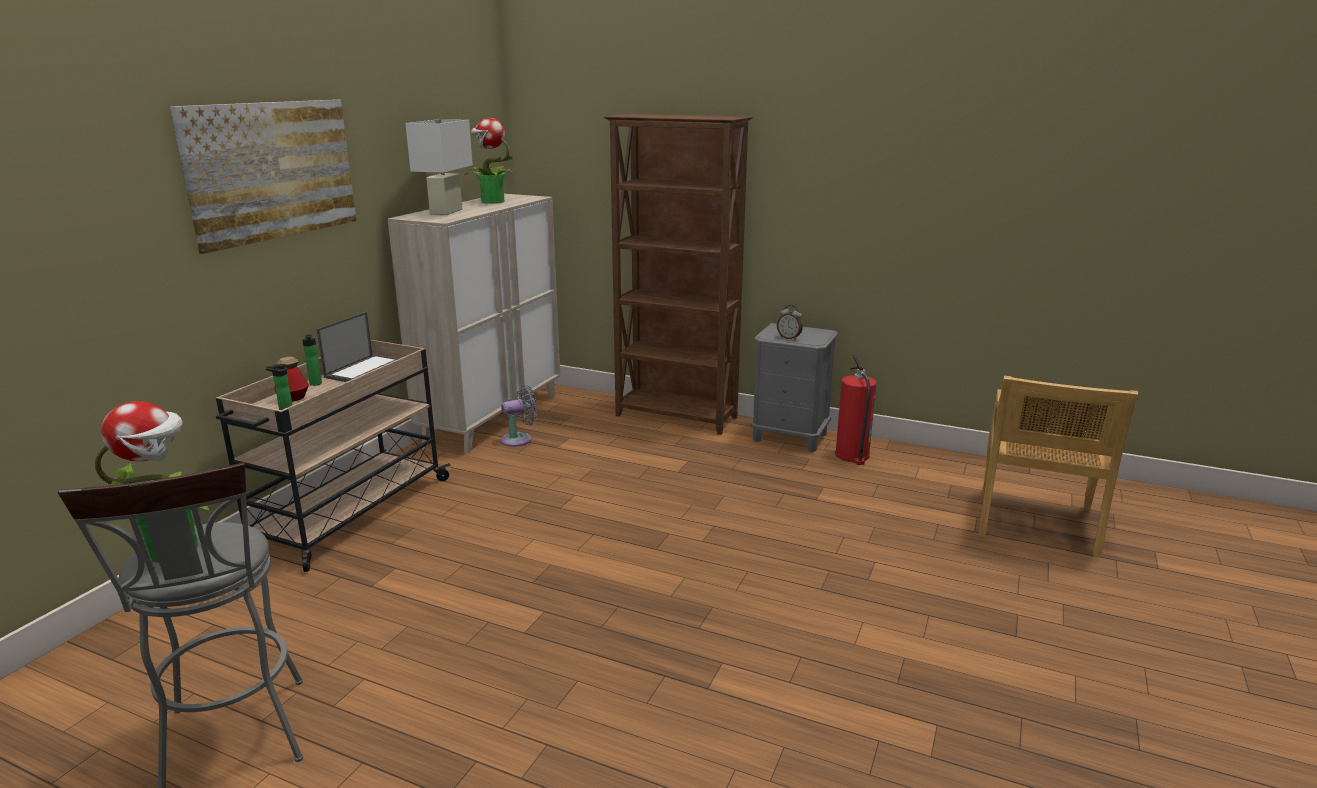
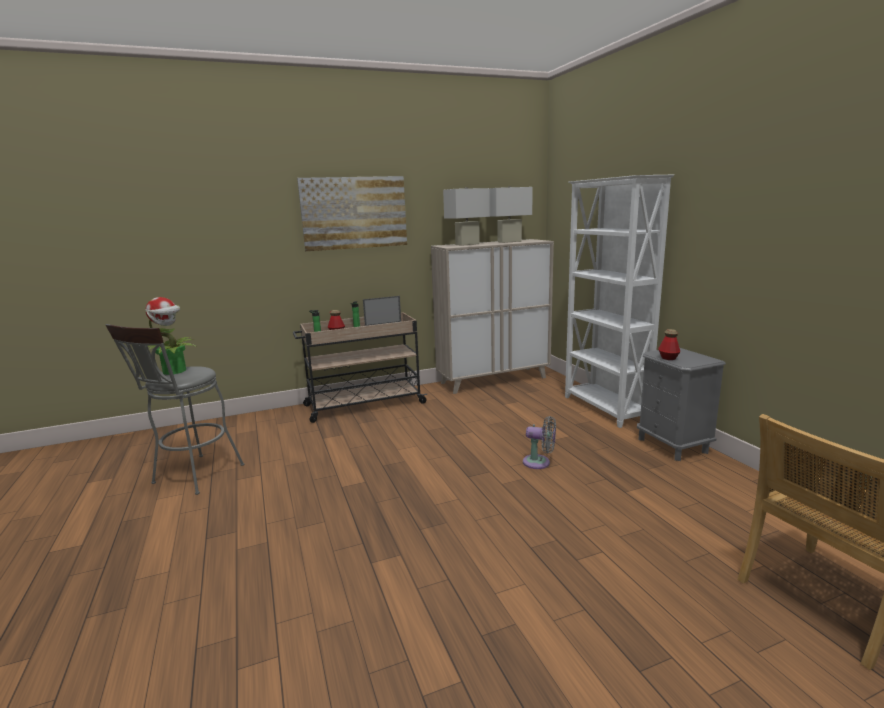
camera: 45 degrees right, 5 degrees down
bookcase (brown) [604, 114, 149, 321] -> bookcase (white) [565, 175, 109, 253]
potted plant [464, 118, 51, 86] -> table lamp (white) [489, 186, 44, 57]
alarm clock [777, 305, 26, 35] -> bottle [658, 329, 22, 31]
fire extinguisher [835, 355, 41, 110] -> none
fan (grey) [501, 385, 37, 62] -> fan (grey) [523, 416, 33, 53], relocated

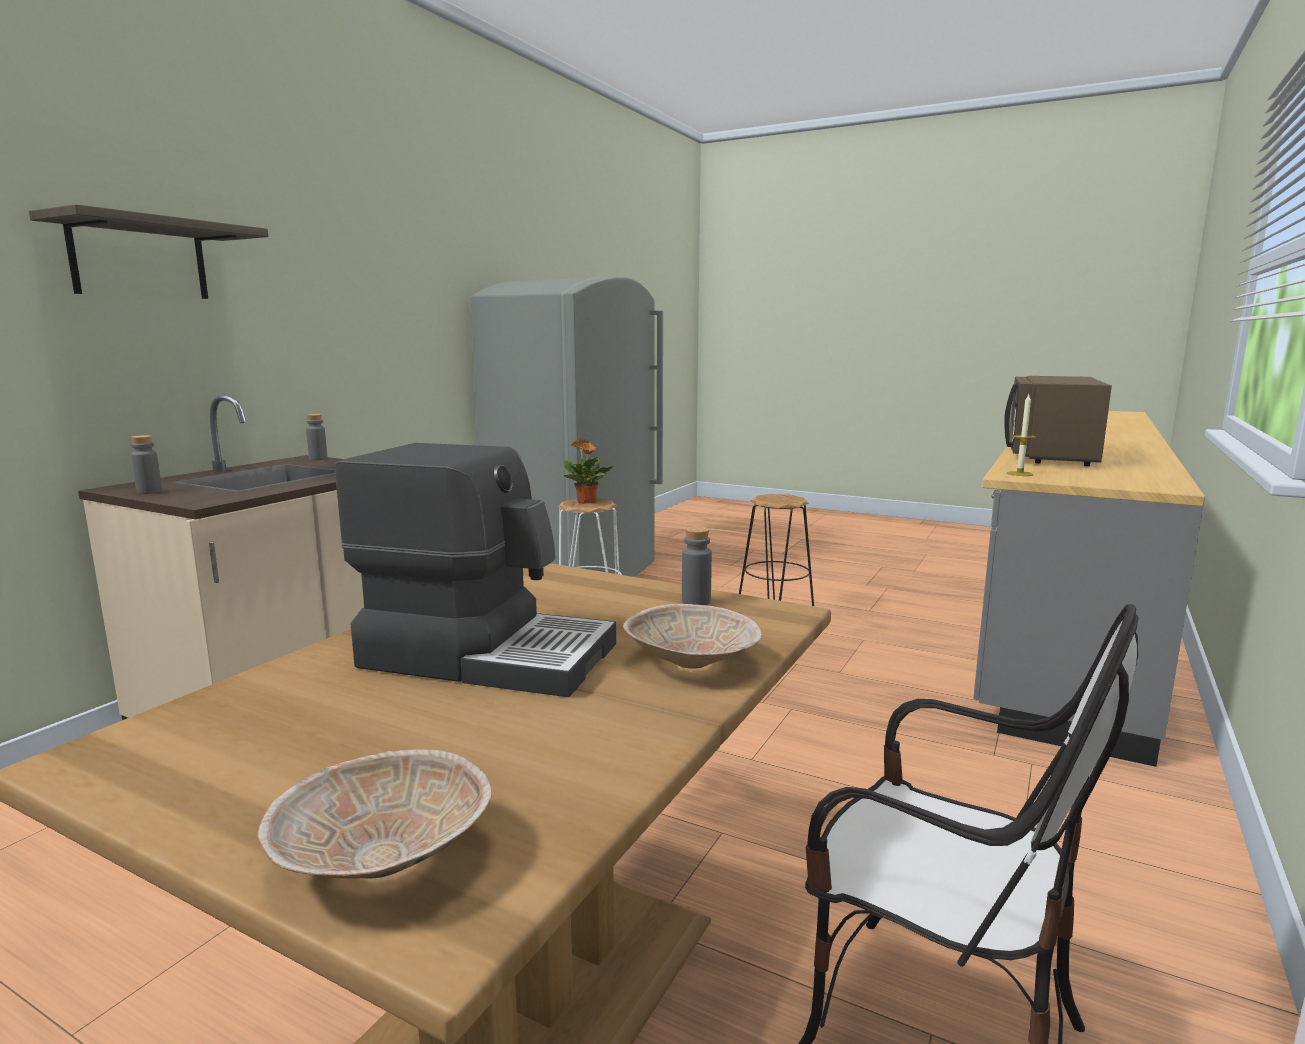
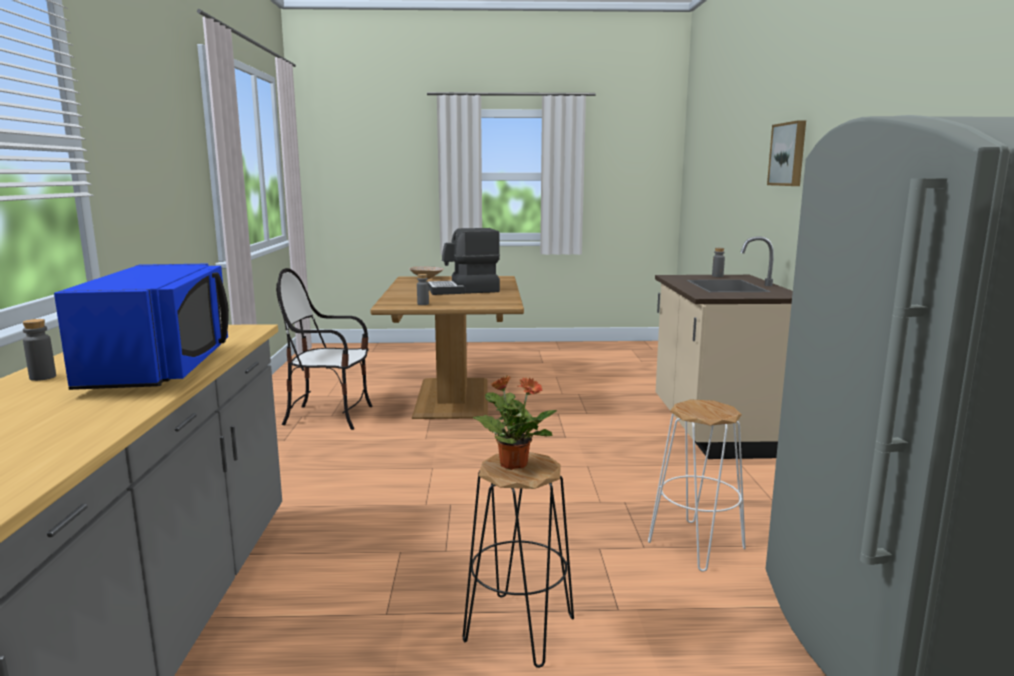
camera: 150 degrees right, 0 degrees up
shelf [29, 204, 239, 95] -> picture [767, 120, 39, 66]
microwave (brown) [1004, 376, 108, 90] -> microwave (blue) [54, 264, 175, 126]
candle [1007, 394, 29, 82] -> none
bottle (grey) [306, 414, 22, 46] -> bottle (grey) [22, 319, 34, 62], relocated
potted plant [563, 439, 51, 65] -> potted plant [473, 375, 84, 95], relocated
bowl (beige) [623, 604, 139, 65] -> none

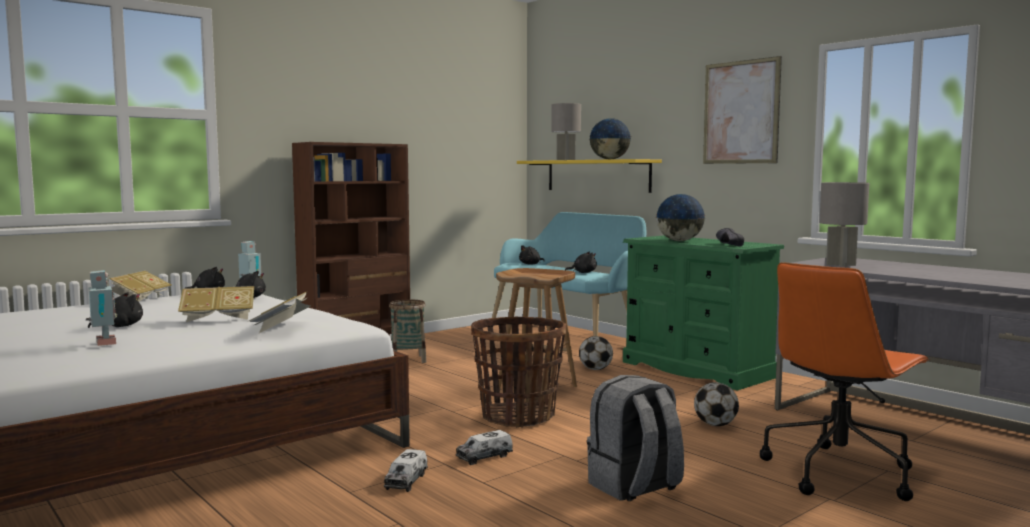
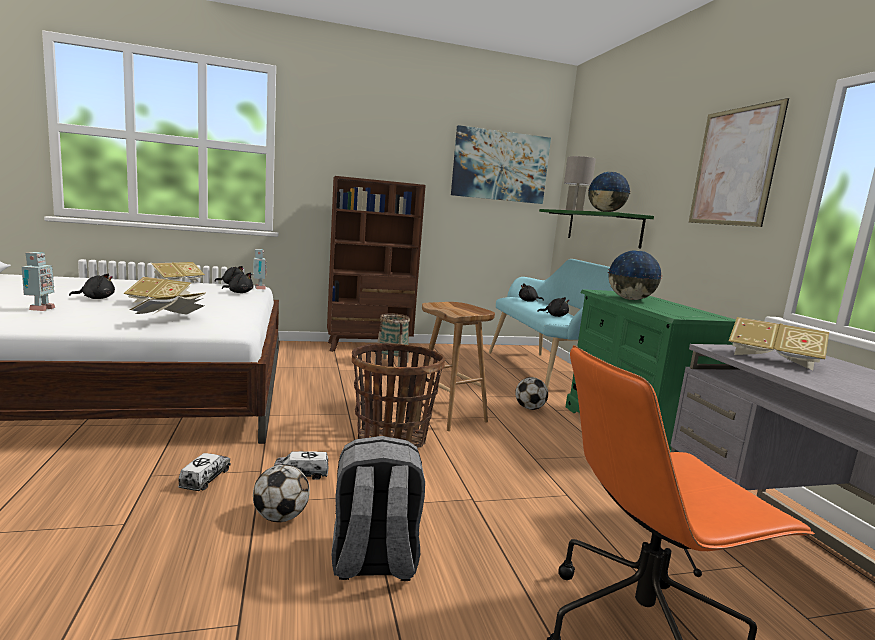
camera: 25 degrees right, 5 degrees up
shelf (yellow) [517, 159, 145, 34] -> shelf (green) [539, 209, 115, 39]
table lamp (grey) [819, 182, 50, 85] -> book [729, 317, 100, 53]
shoe (black) [716, 228, 28, 19] -> none
football [694, 382, 45, 44] -> football [253, 464, 57, 58], relocated
toy truck [384, 449, 44, 43] -> toy truck [178, 453, 53, 38], 150 degrees clockwise
none -> picture [451, 125, 100, 79]

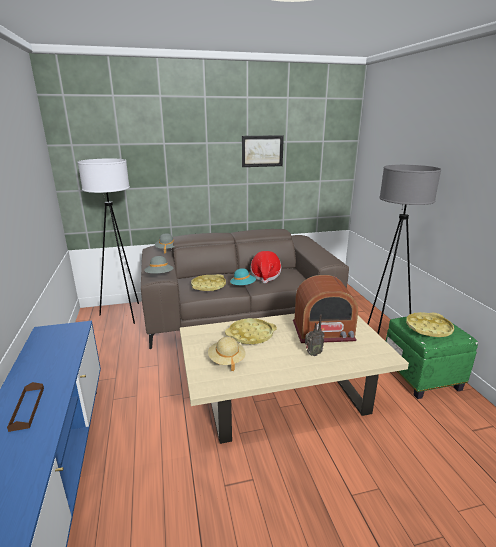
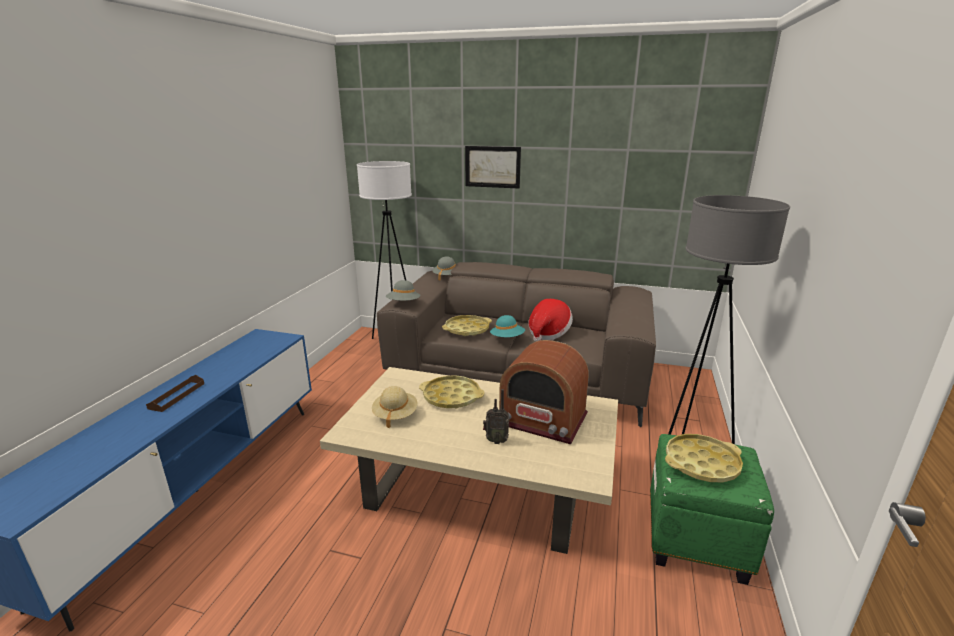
camera: 30 degrees right, 0 degrees up
picture [242, 135, 42, 32] -> picture [465, 146, 56, 43], relocated

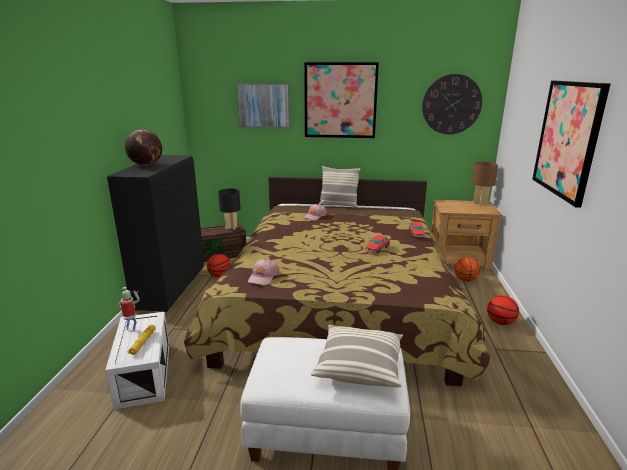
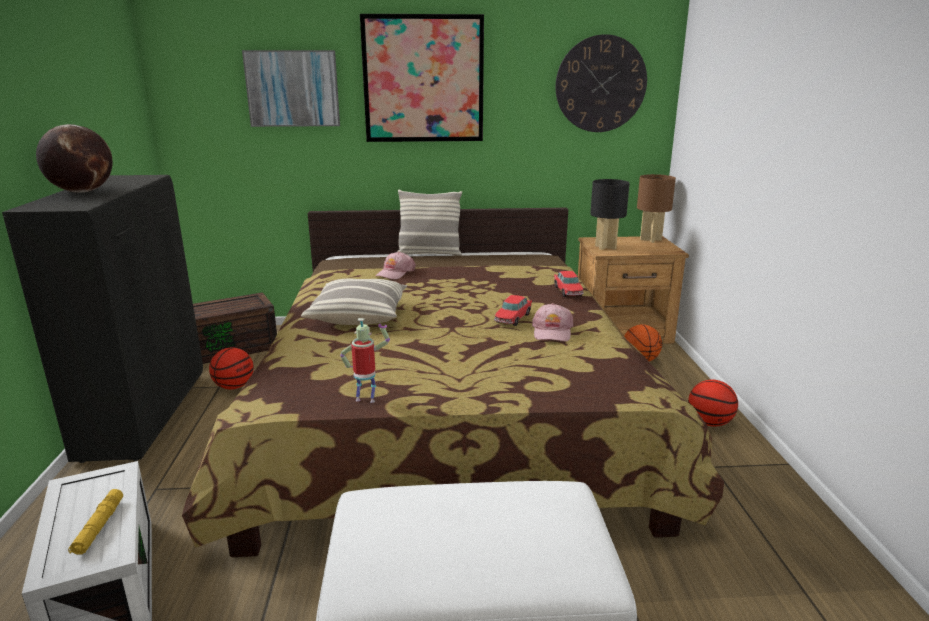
camera: 10 degrees left, 0 degrees up
picture [532, 81, 78, 127] -> none
table lamp (black) [218, 188, 23, 42] -> table lamp (black) [590, 179, 40, 71], relocated
cap (pink) [248, 259, 31, 26] -> cap (pink) [532, 303, 41, 38], relocated
toy robot [118, 287, 22, 45] -> toy robot [340, 318, 50, 85], relocated
pillow [311, 325, 92, 62] -> pillow [301, 279, 106, 46], relocated

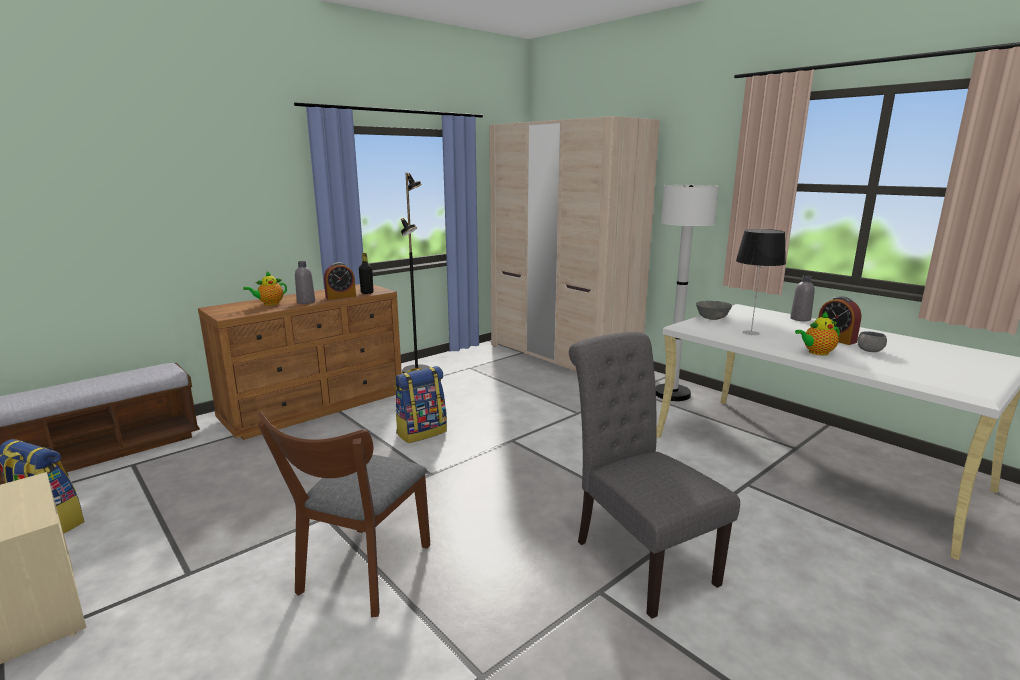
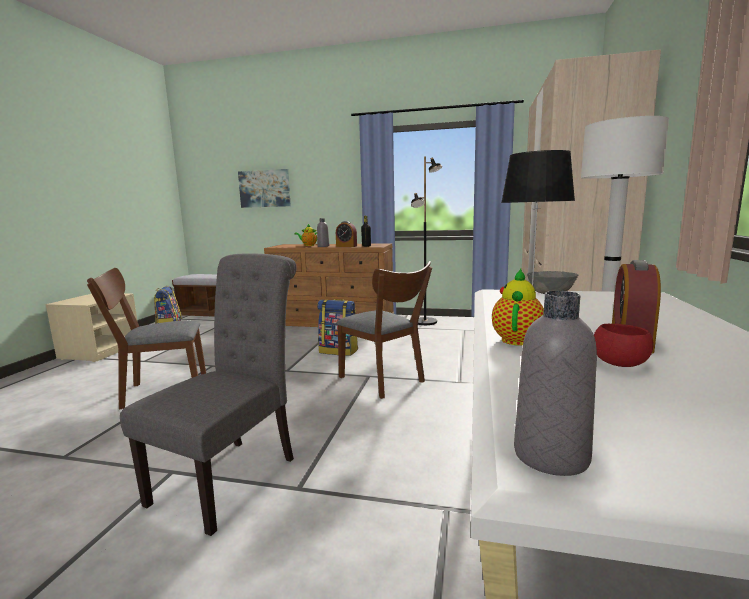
camera: 55 degrees right, 5 degrees down
bottle (grey) [790, 275, 25, 46] -> bottle (grey) [514, 291, 83, 185], relocated
teapot [795, 312, 45, 43] -> teapot [492, 269, 52, 77], 75 degrees clockwise
bowl (grey) [857, 331, 30, 21] -> bowl (red) [594, 324, 59, 43]
none -> picture [238, 169, 53, 39]
none -> chair (brown) [336, 261, 96, 138]

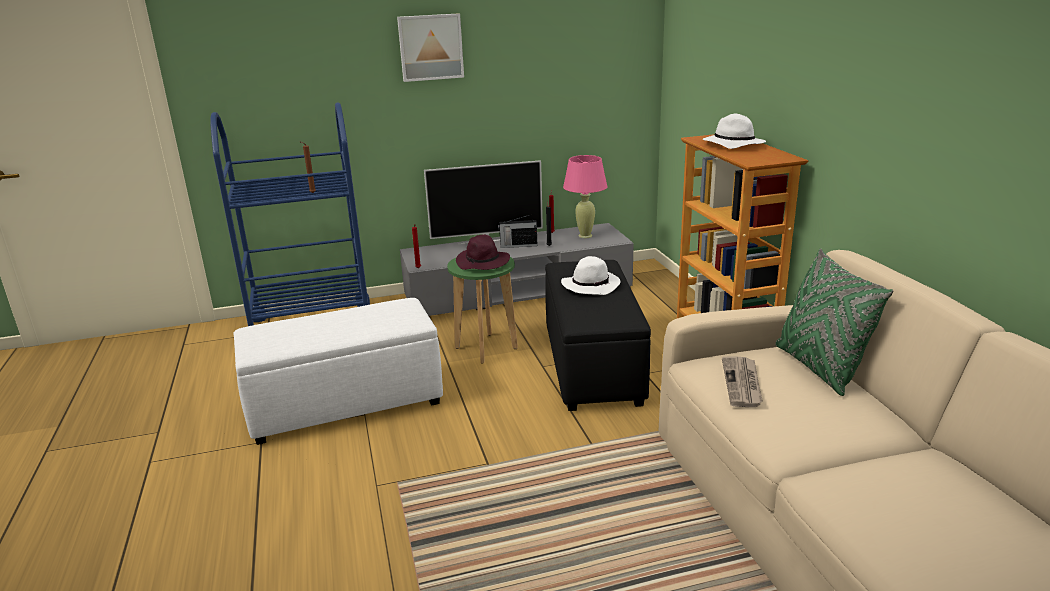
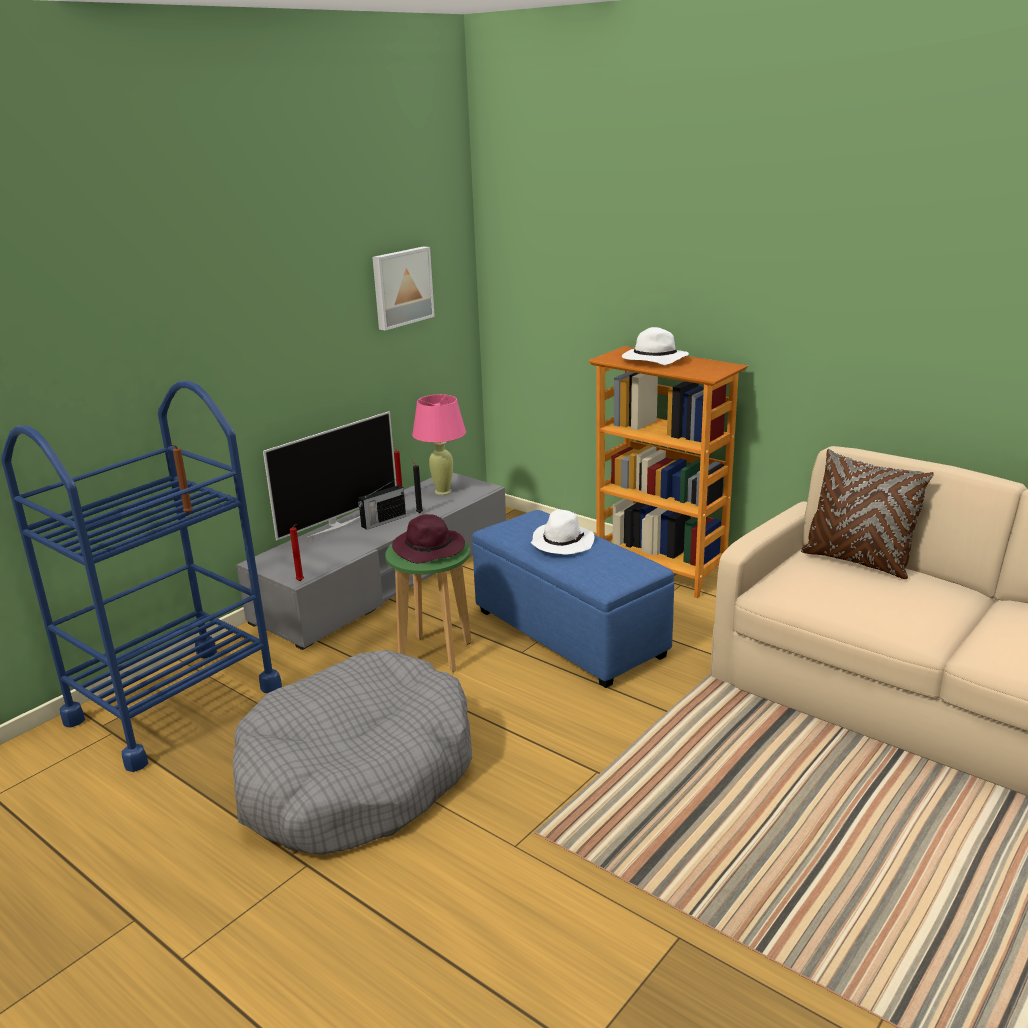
camera: 35 degrees left, 0 degrees up
picture [397, 13, 67, 69] -> picture [372, 246, 63, 85], relocated
pillow (green) [775, 248, 118, 148] -> pillow (brown) [801, 449, 133, 130]
ottoman (black) [545, 260, 106, 151] -> ottoman (blue) [472, 510, 202, 178]
ottoman (white) [234, 298, 209, 147] -> dog bed (grey) [233, 650, 239, 205]
newspaper [722, 356, 41, 51] -> none

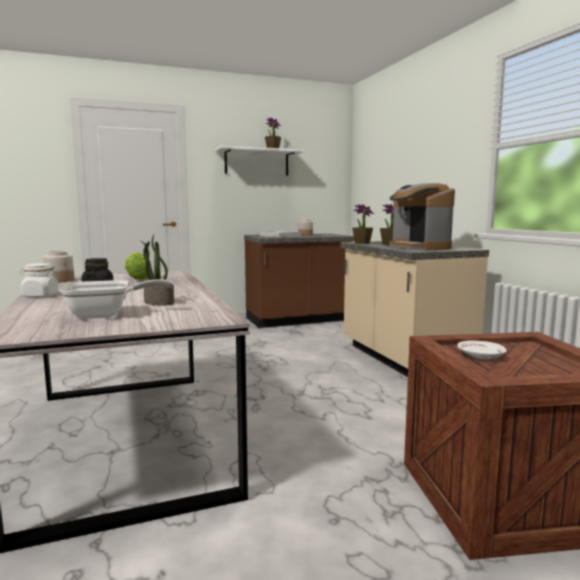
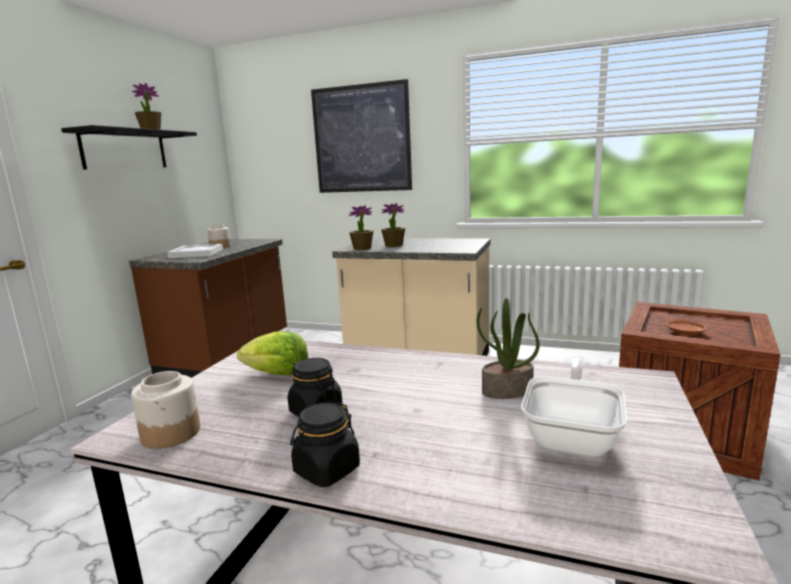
camera: 50 degrees left, 5 degrees up
shelf (white) [215, 146, 90, 29] -> shelf (black) [61, 125, 136, 44]
coffee machine [389, 183, 66, 67] -> none
jar (white) [19, 263, 39, 35] -> jar (black) [290, 402, 70, 85]
plate (white) [457, 340, 50, 19] -> plate (brown) [665, 319, 43, 16]
none -> picture [311, 79, 101, 114]

